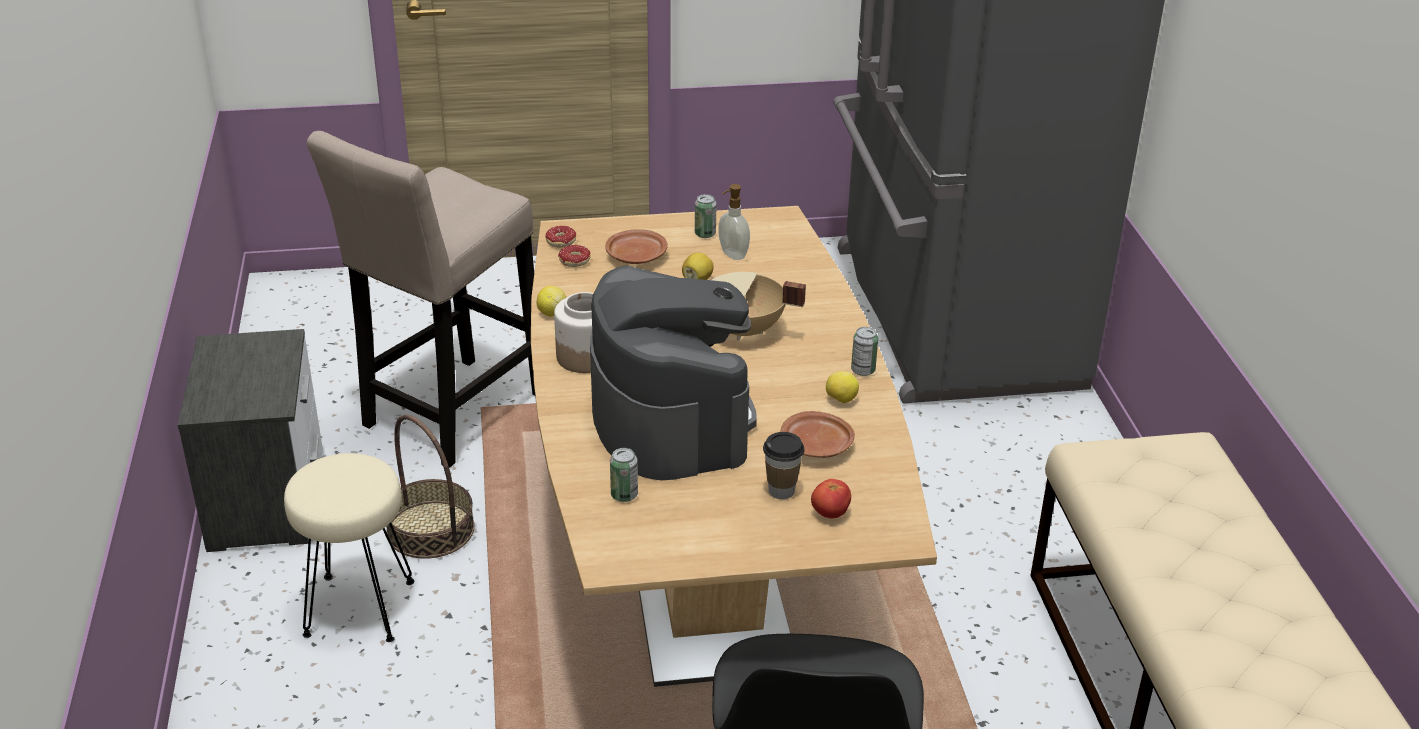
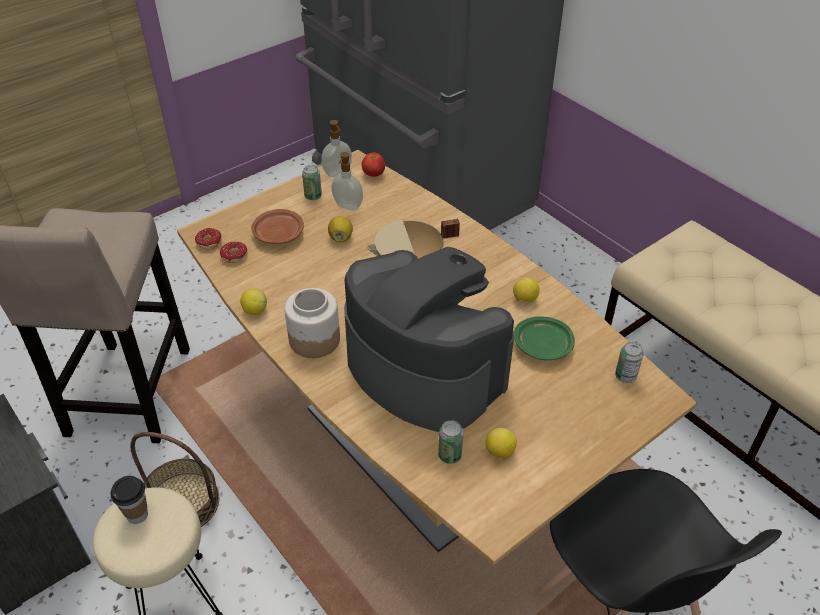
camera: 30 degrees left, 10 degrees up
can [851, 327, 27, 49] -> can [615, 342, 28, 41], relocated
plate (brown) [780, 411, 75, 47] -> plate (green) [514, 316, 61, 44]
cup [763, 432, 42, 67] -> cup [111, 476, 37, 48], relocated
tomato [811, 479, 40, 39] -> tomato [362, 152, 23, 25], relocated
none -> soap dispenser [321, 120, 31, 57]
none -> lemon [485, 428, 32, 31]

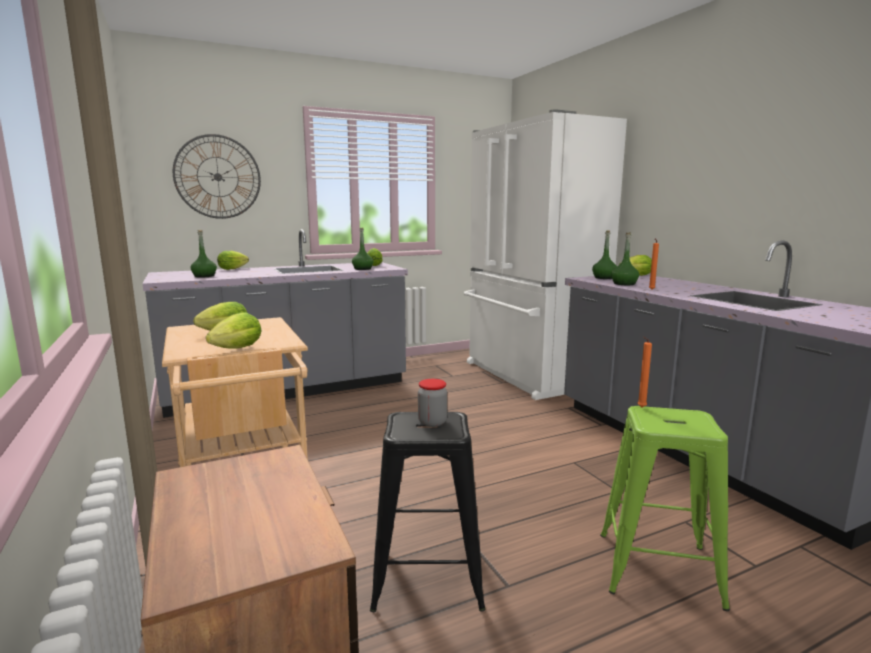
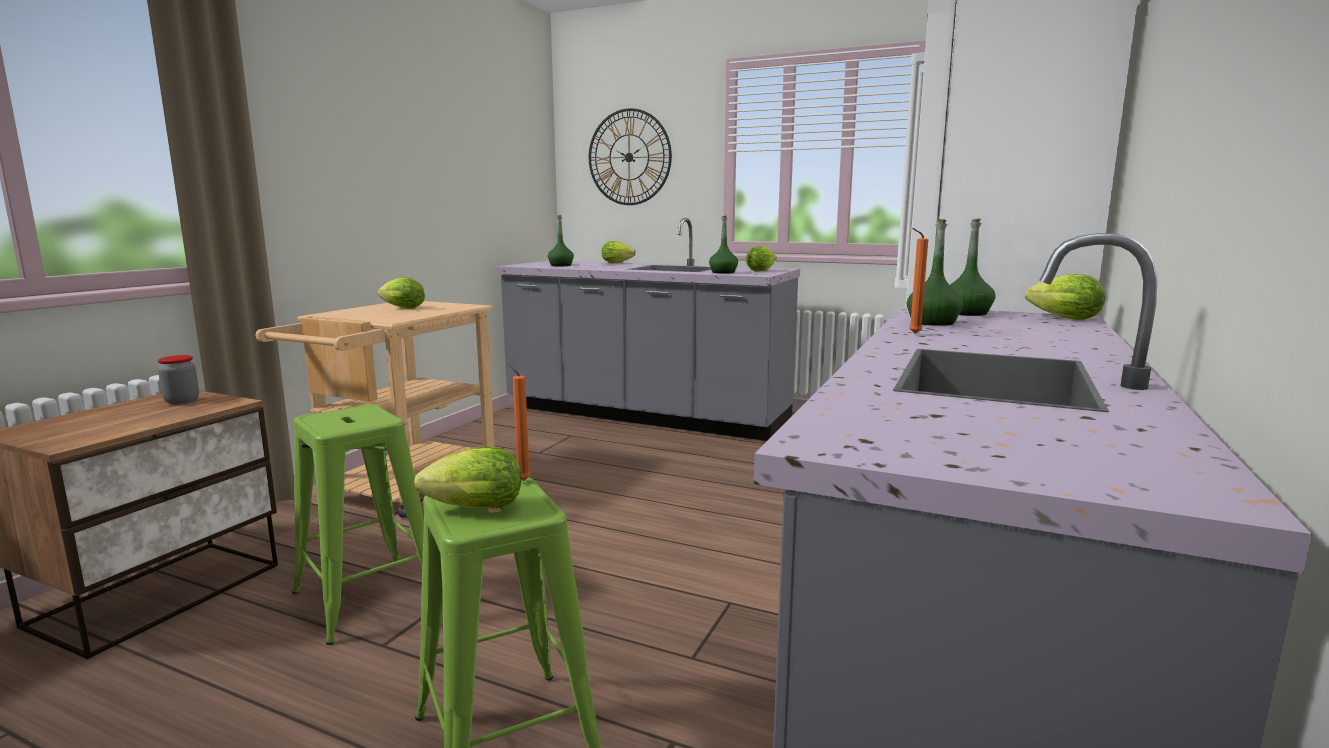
camera: 50 degrees right, 0 degrees up
lettuce [206, 312, 56, 37] -> lettuce [414, 447, 107, 61], relocated
jar [418, 379, 29, 48] -> jar [158, 355, 41, 49], relocated
stool (black) [370, 412, 116, 200] -> stool (green) [292, 404, 132, 241]

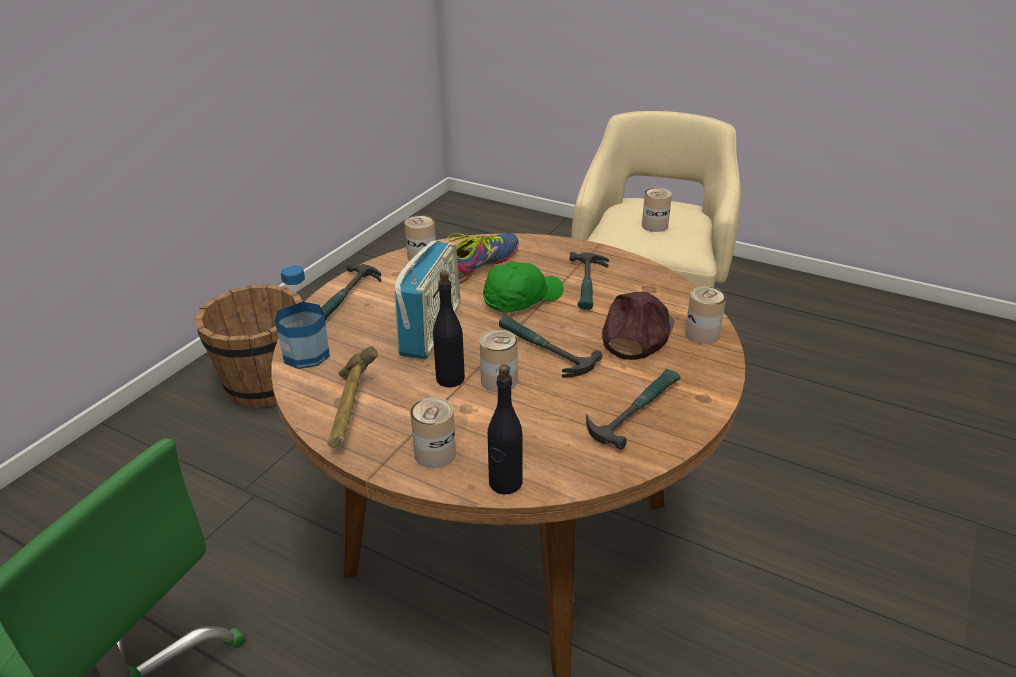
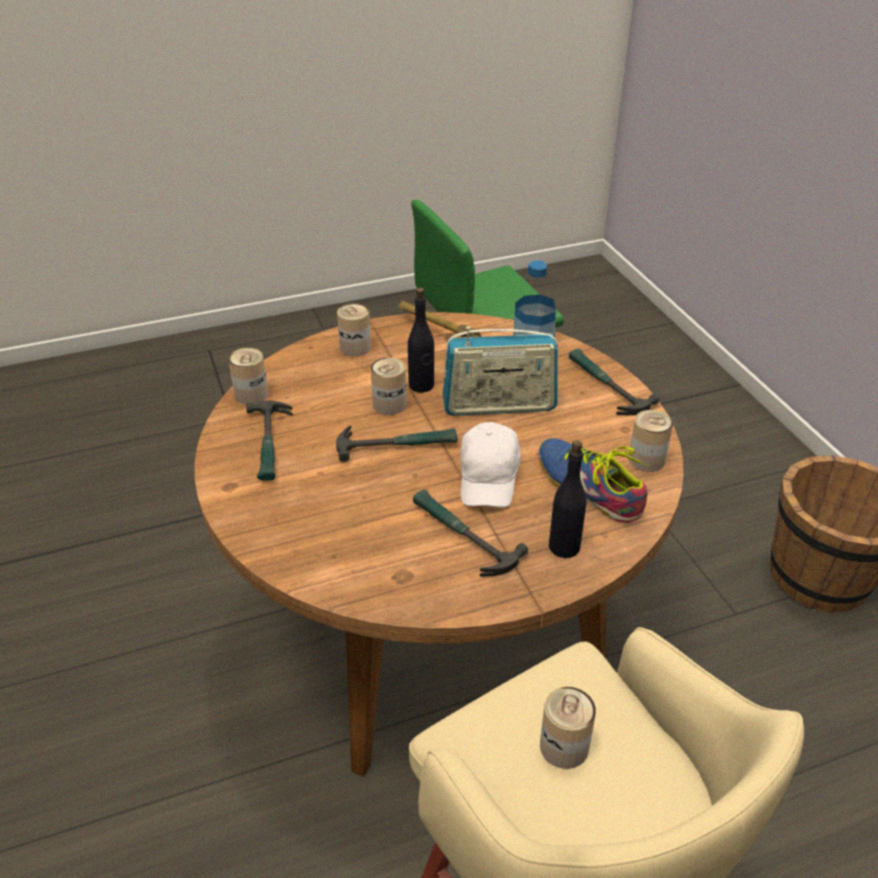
camera: 130 degrees right, 5 degrees up
shoe [448, 233, 71, 51] -> shoe [538, 438, 111, 85], 150 degrees clockwise
radio [394, 241, 66, 118] -> radio [443, 326, 115, 90], 60 degrees counterclockwise
cap (green) [483, 262, 81, 51] -> cap (white) [460, 422, 61, 86]
can [685, 286, 41, 58] -> can [228, 348, 41, 56], relocated
cap (brown) [602, 292, 72, 68] -> none
bottle (black) [488, 364, 35, 131] -> bottle (black) [549, 440, 38, 118], relocated

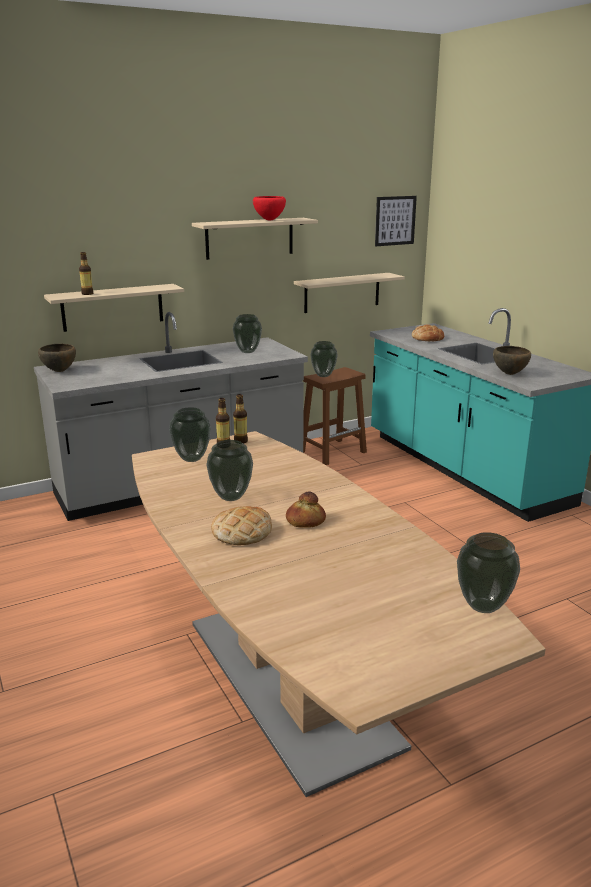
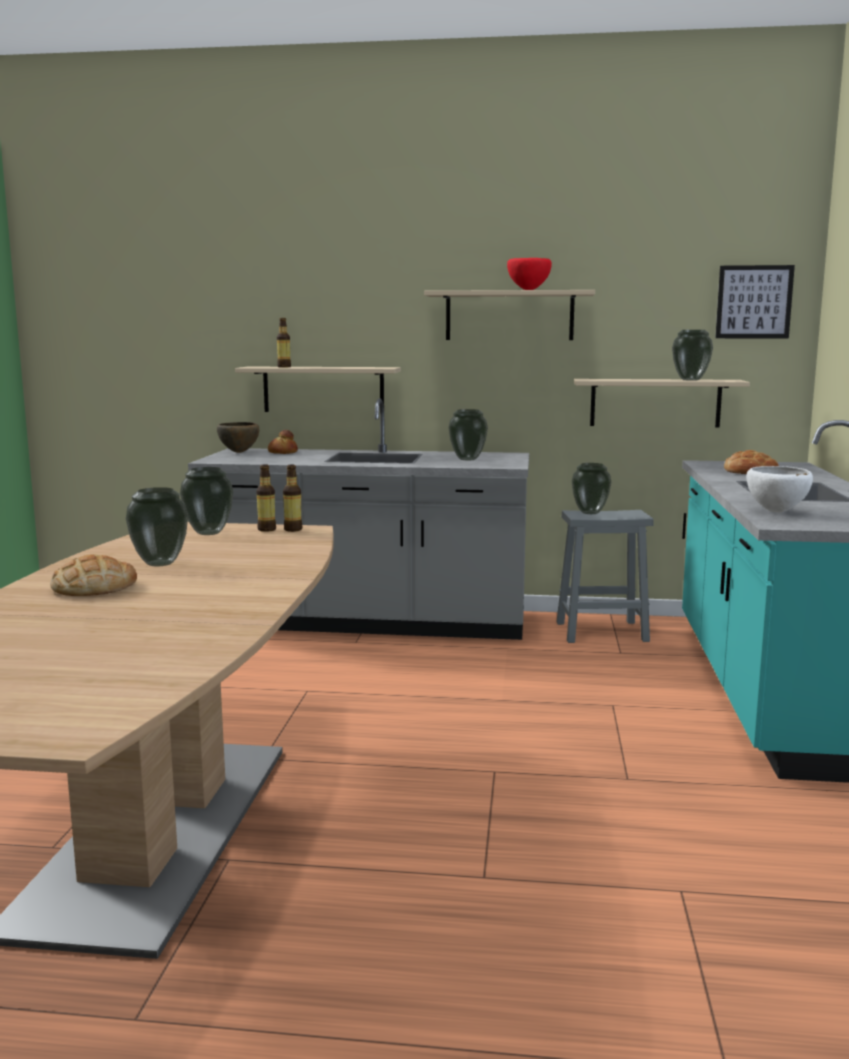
camera: 35 degrees right, 10 degrees down
bowl (brown) [493, 346, 38, 29] -> bowl (white) [747, 466, 66, 47]
stool (brown) [303, 367, 64, 98] -> stool (grey) [556, 510, 98, 133]
bread [286, 492, 40, 36] -> bread [268, 430, 30, 24], relocated
vase [457, 532, 63, 81] -> vase [672, 330, 41, 51], relocated

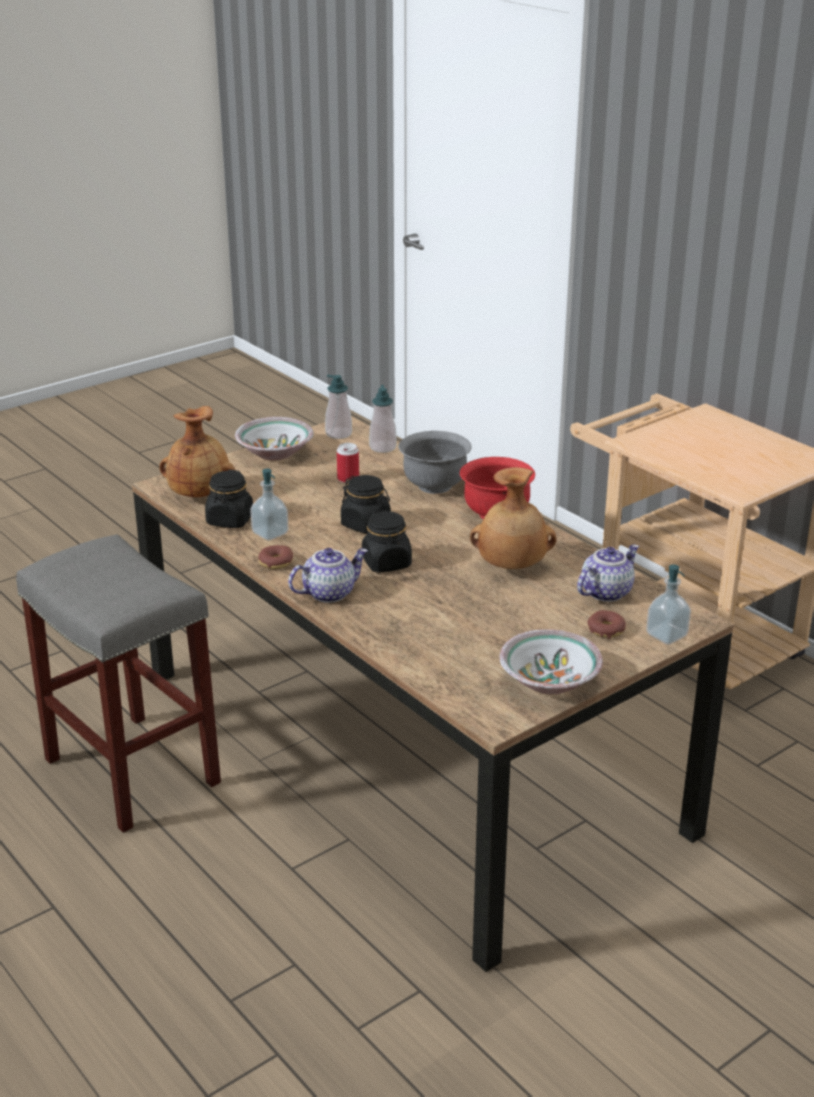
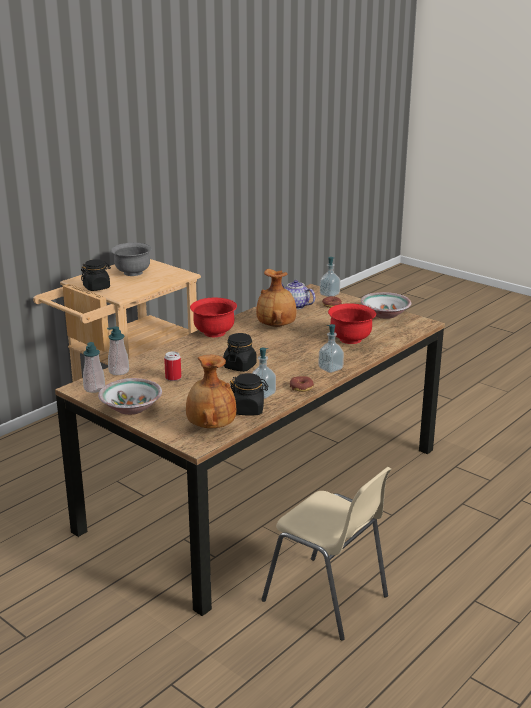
camera: 100 degrees left, 5 degrees down
bowl (grey) [398, 431, 74, 63] -> bowl (grey) [111, 243, 41, 33], relocated
jar (black) [362, 510, 50, 63] -> jar (black) [81, 259, 30, 32], relocated
stool (grey) [16, 534, 205, 299] -> chair (beige) [261, 467, 130, 174]
teapot [288, 548, 80, 55] -> soap dispenser [319, 324, 25, 49]
none -> bowl (red) [328, 303, 48, 41]

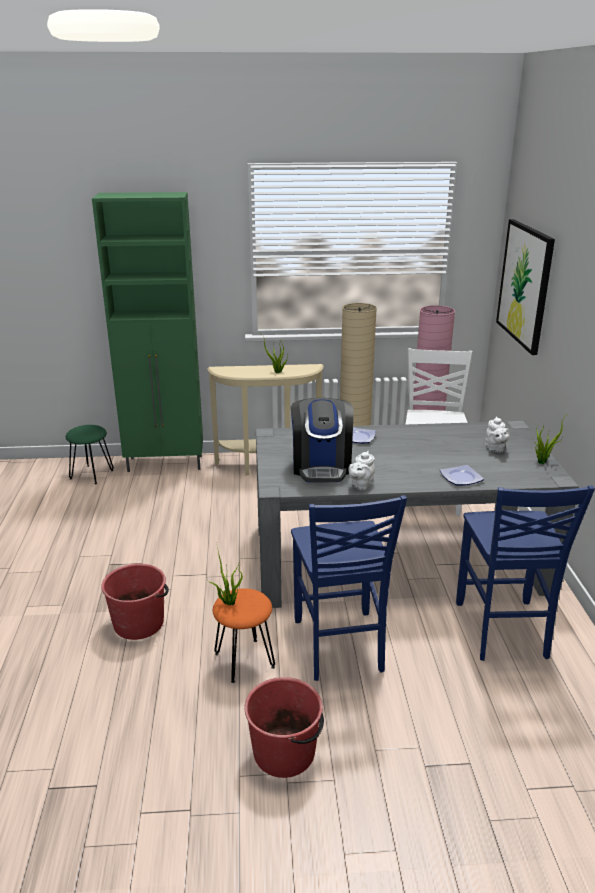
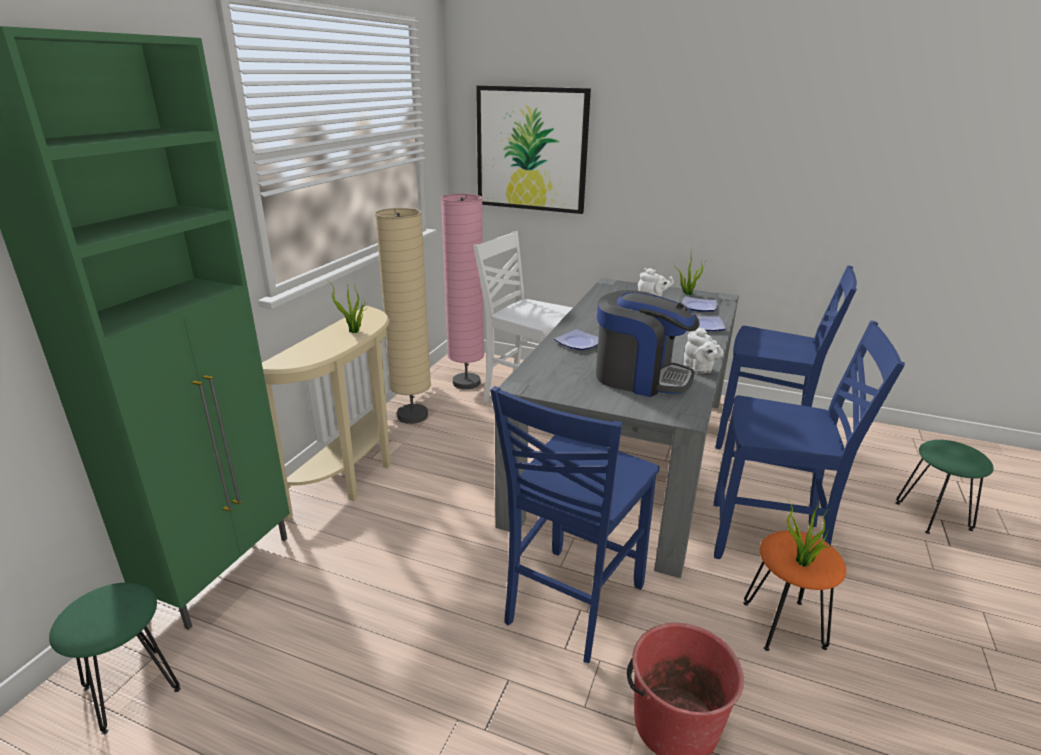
camera: 65 degrees left, 0 degrees up
bucket (red) [244, 677, 80, 101] -> none
none -> plate [681, 297, 36, 15]
none -> chair (blue) [490, 386, 170, 277]
none -> stool (green) [896, 440, 98, 94]

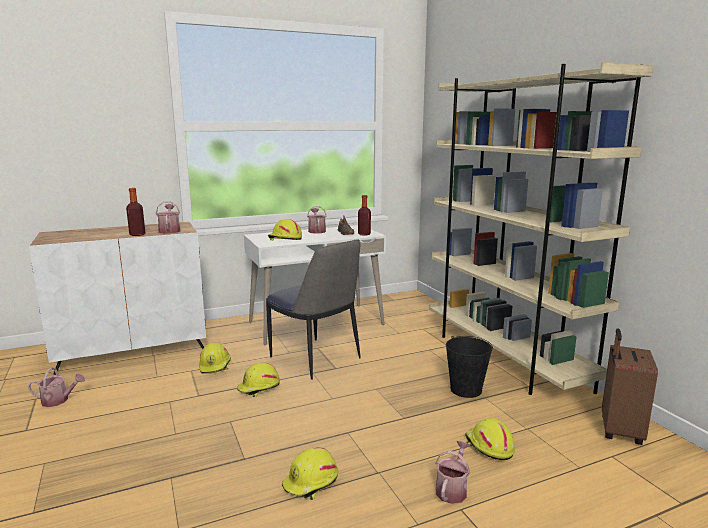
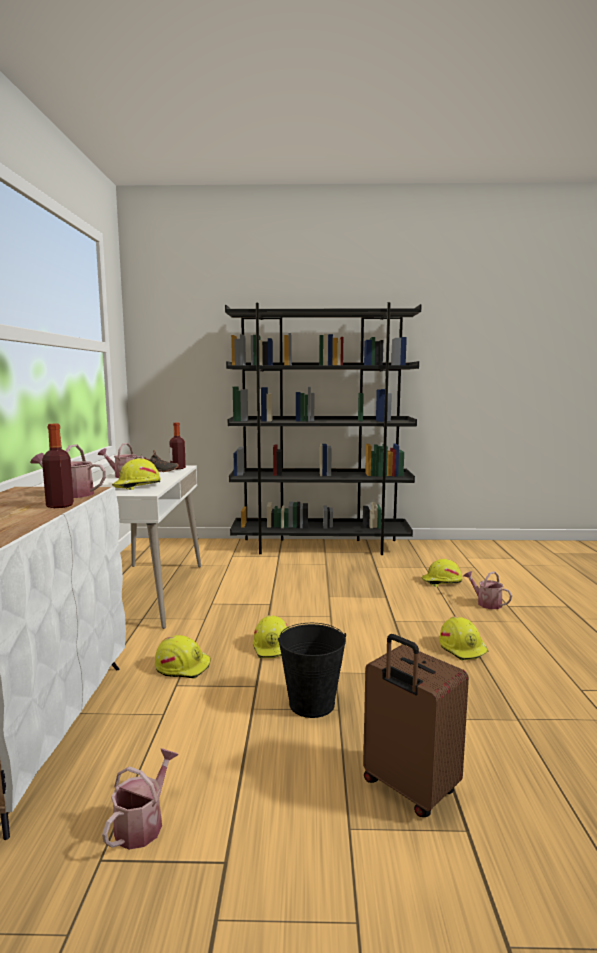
camera: 65 degrees left, 5 degrees down
bookcase (beige) [429, 62, 224, 333] -> bookcase (black) [225, 302, 197, 253]
chair [266, 240, 95, 140] -> none
suitcase (brown) [602, 328, 56, 117] -> suitcase (brown) [363, 634, 106, 183], relocated
bucket (black) [446, 336, 47, 62] -> bucket (black) [278, 623, 68, 95], relocated

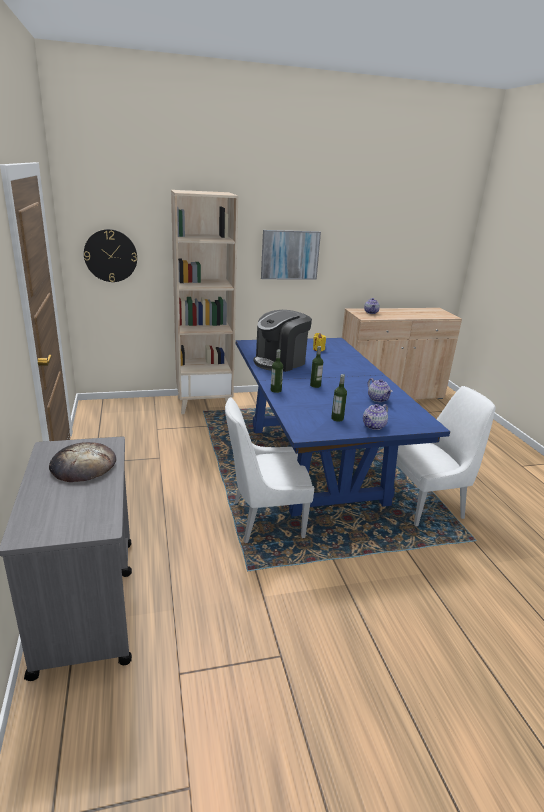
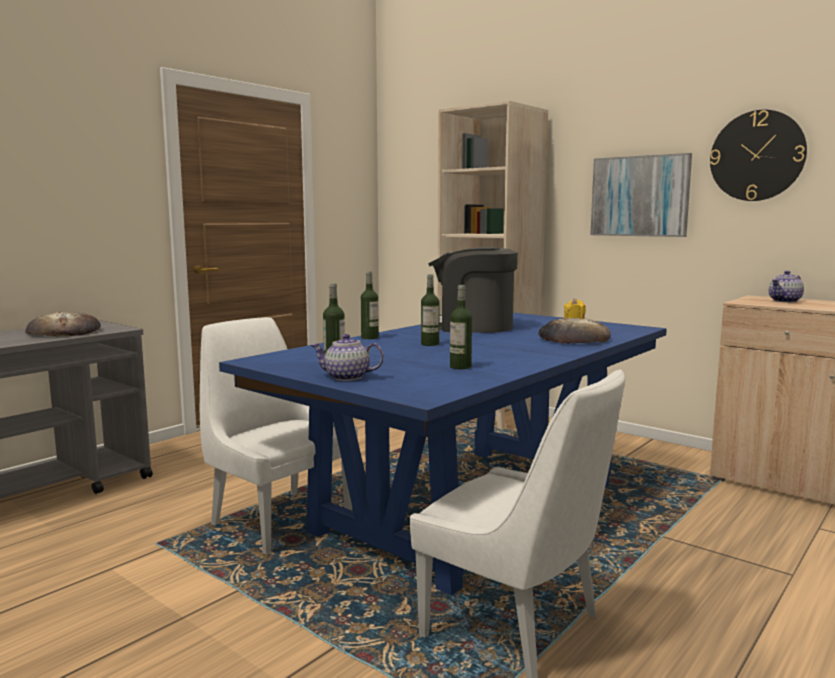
camera: 55 degrees right, 15 degrees down
wall clock [84, 229, 53, 53] -> wall clock [710, 110, 97, 91], relocated
teapot [368, 378, 25, 24] -> bottle [450, 285, 22, 84]
none -> bread [538, 318, 73, 26]

